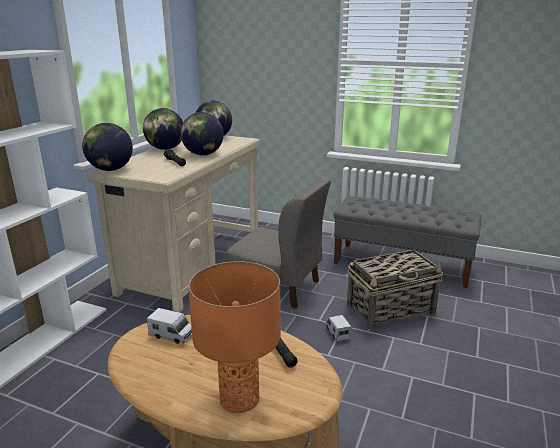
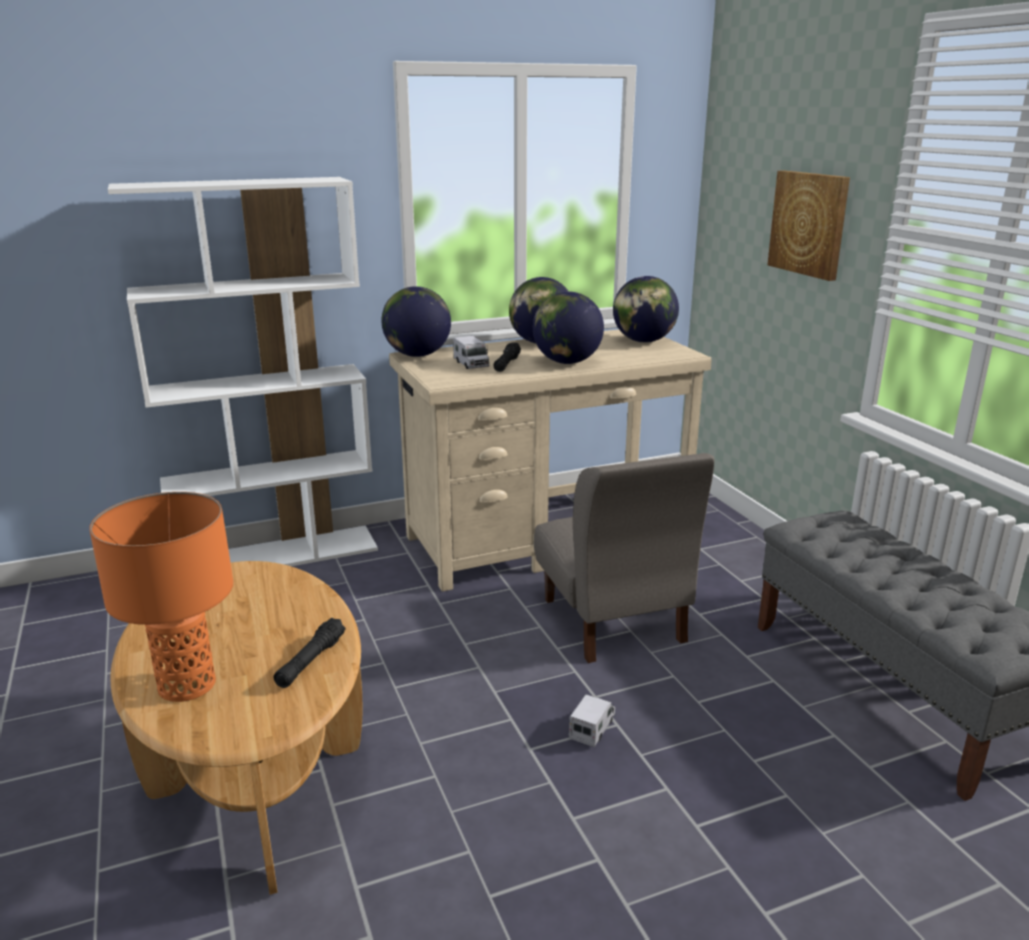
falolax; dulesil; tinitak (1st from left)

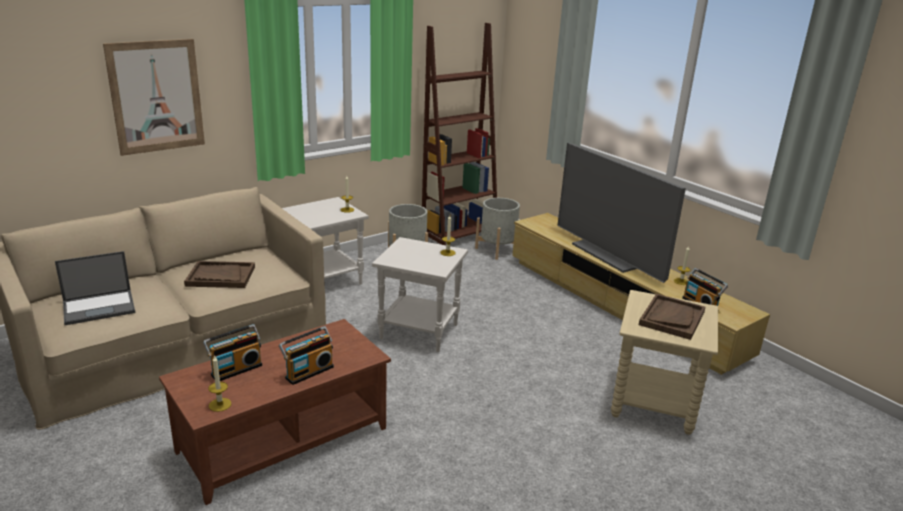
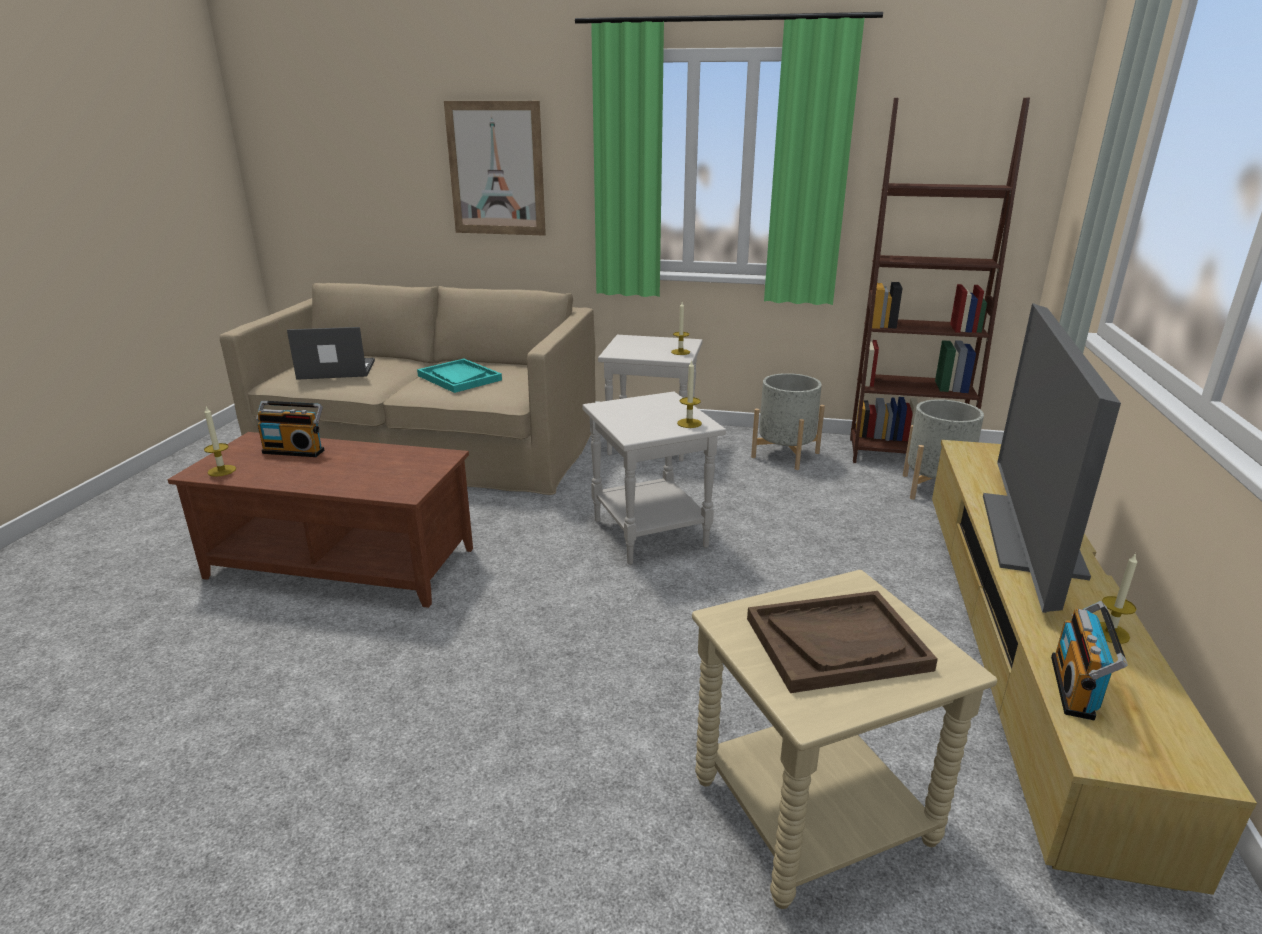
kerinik (2nd from left in the first image); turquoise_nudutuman; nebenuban

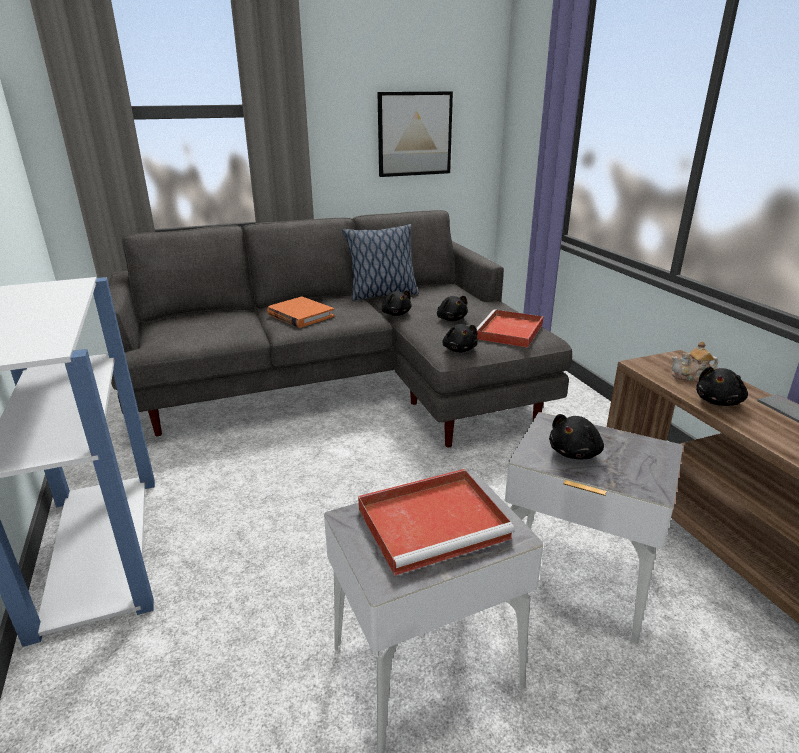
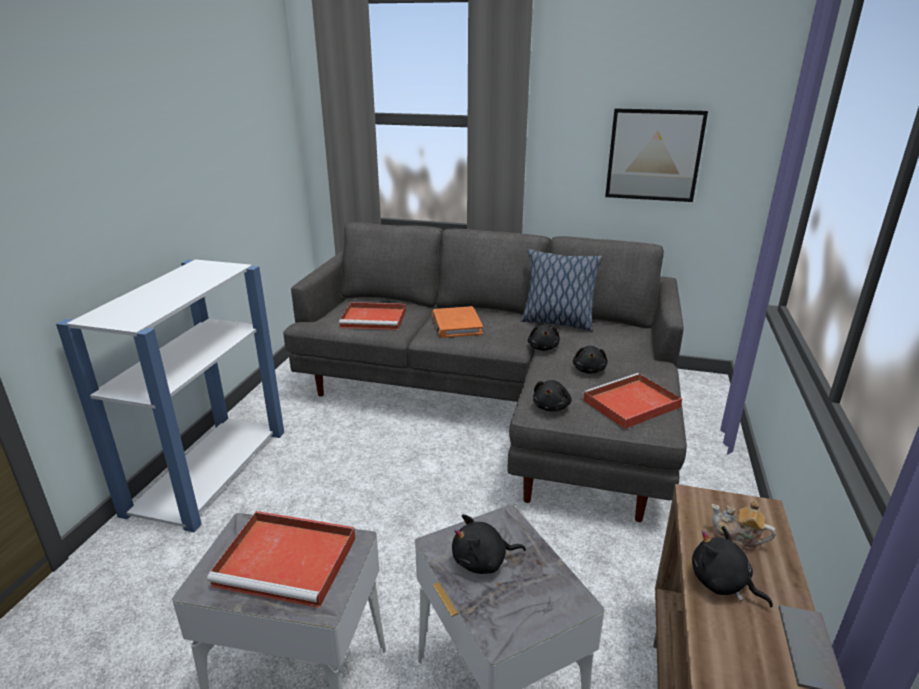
red_nudutuman (2nd from left); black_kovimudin (5th from left)

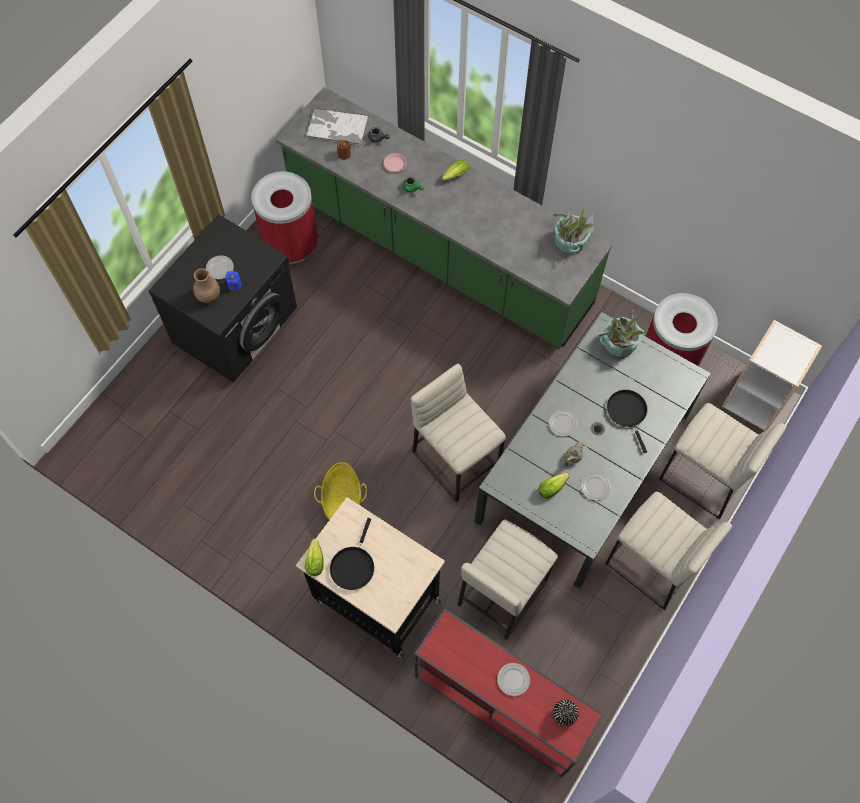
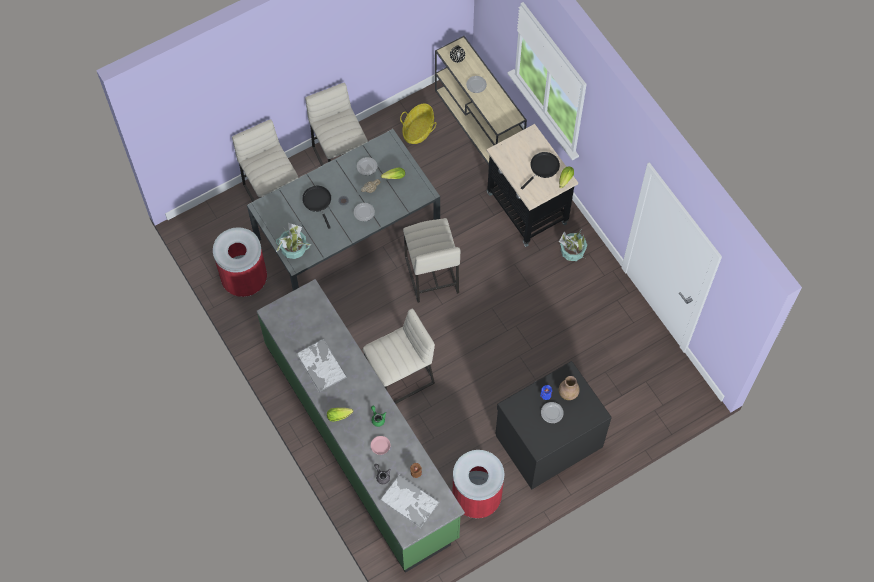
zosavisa; nudutuman (1st from left); falolax; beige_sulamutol (3rd from left); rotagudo (2nd from left); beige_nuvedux; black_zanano (1st from left)

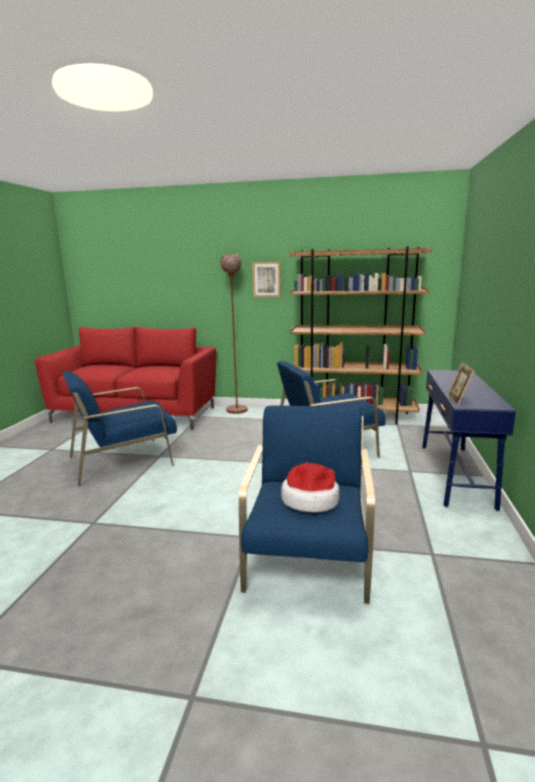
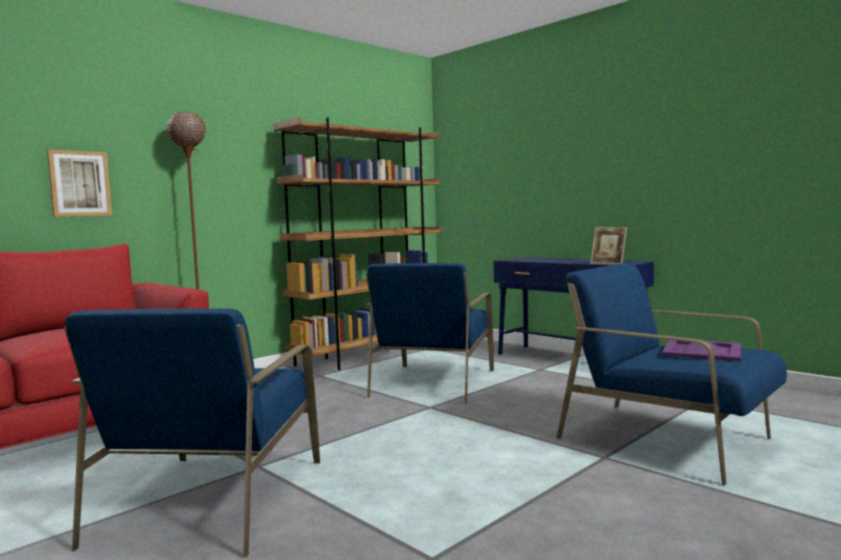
dulesil; purple_nudutuman

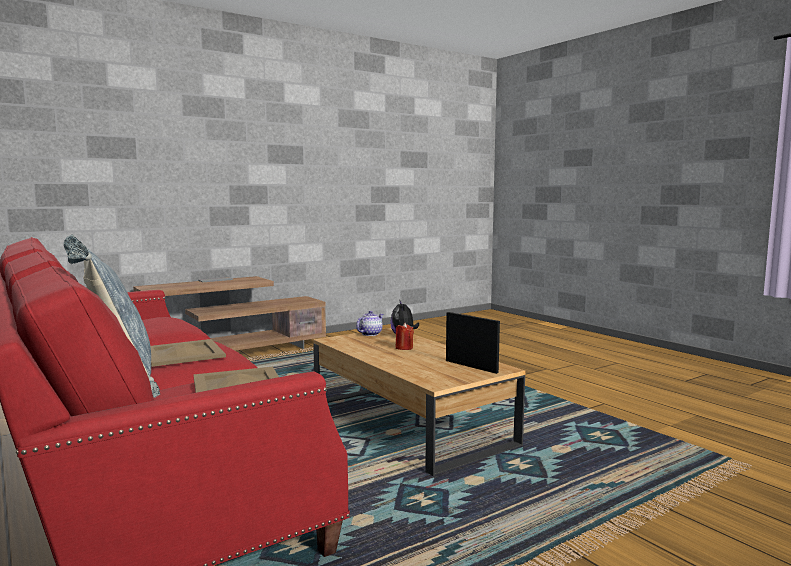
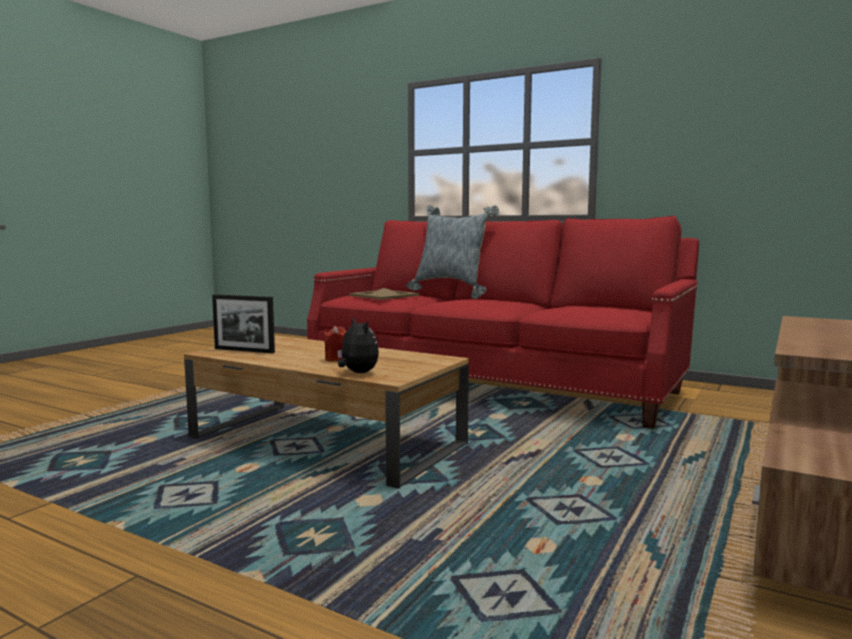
beige_nudutuman (1st from left in the first image); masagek

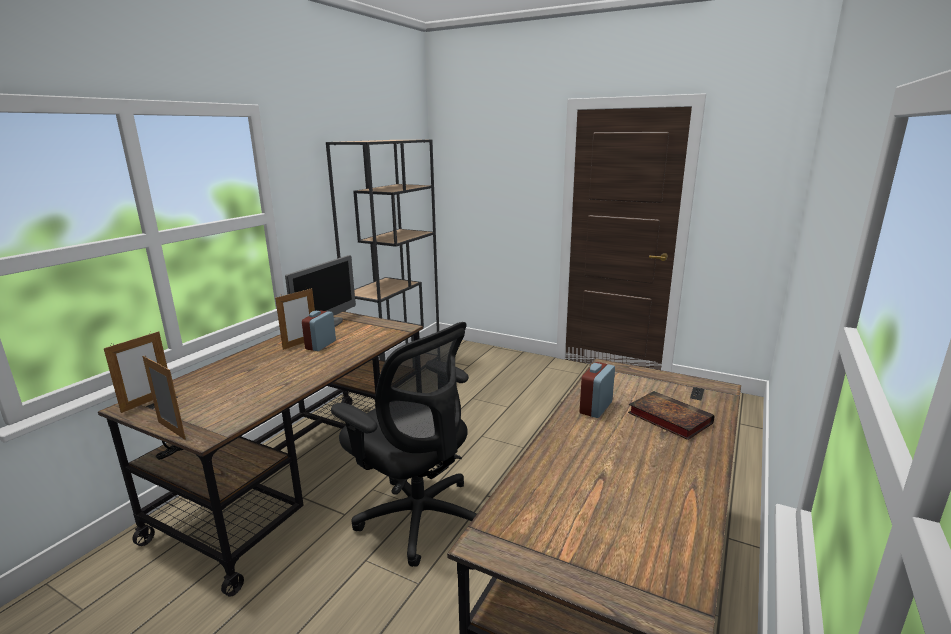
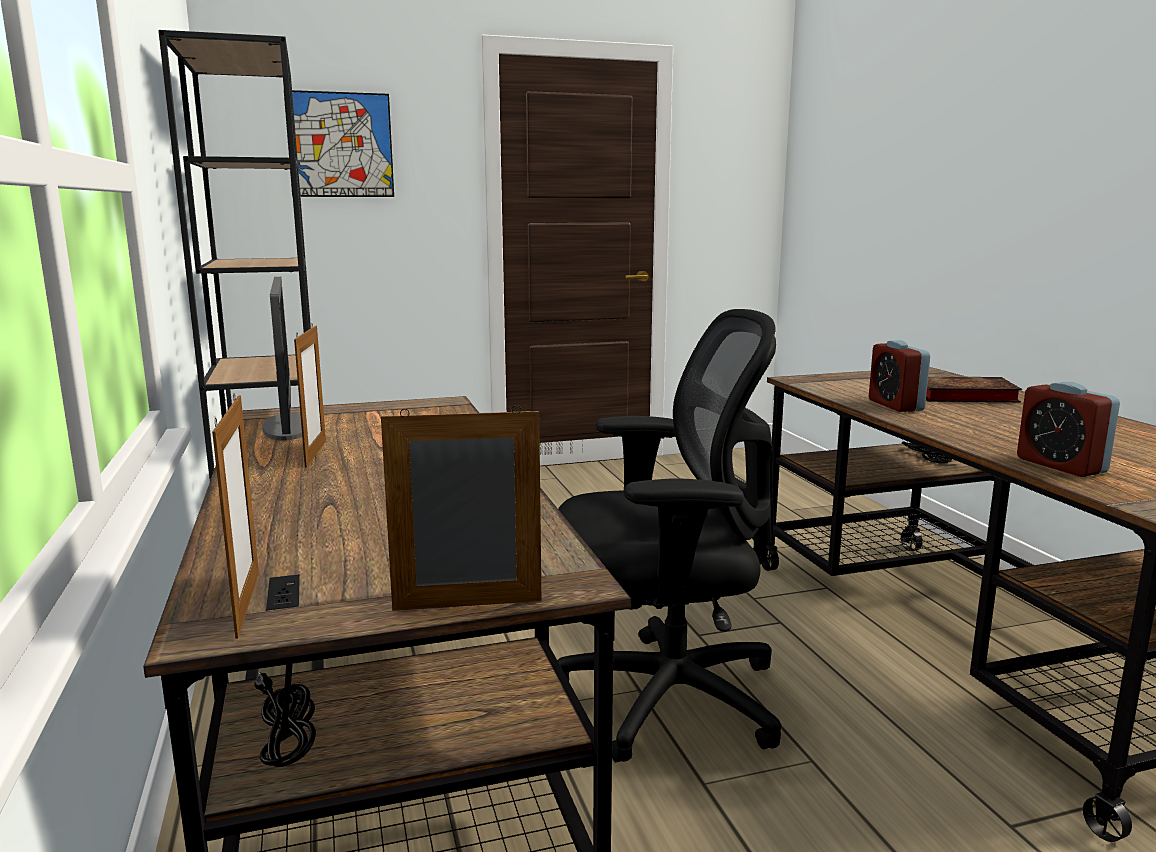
dulesil; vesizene (2nd from left)

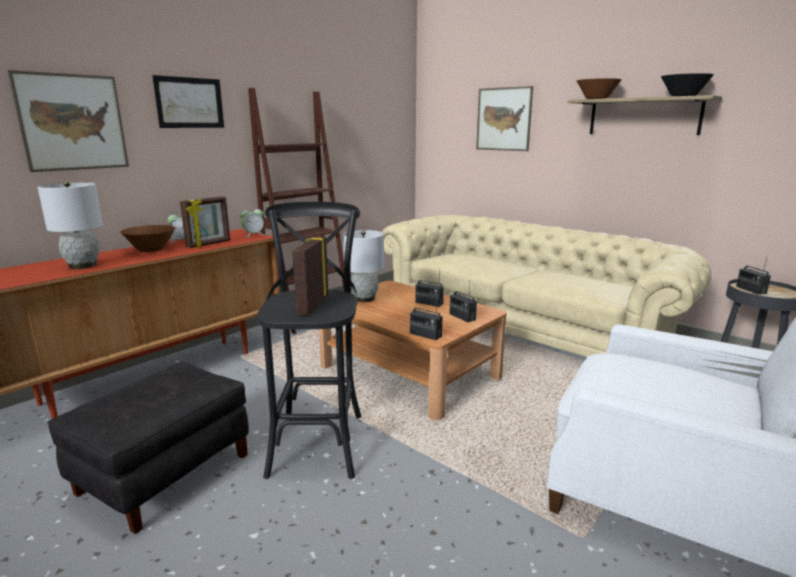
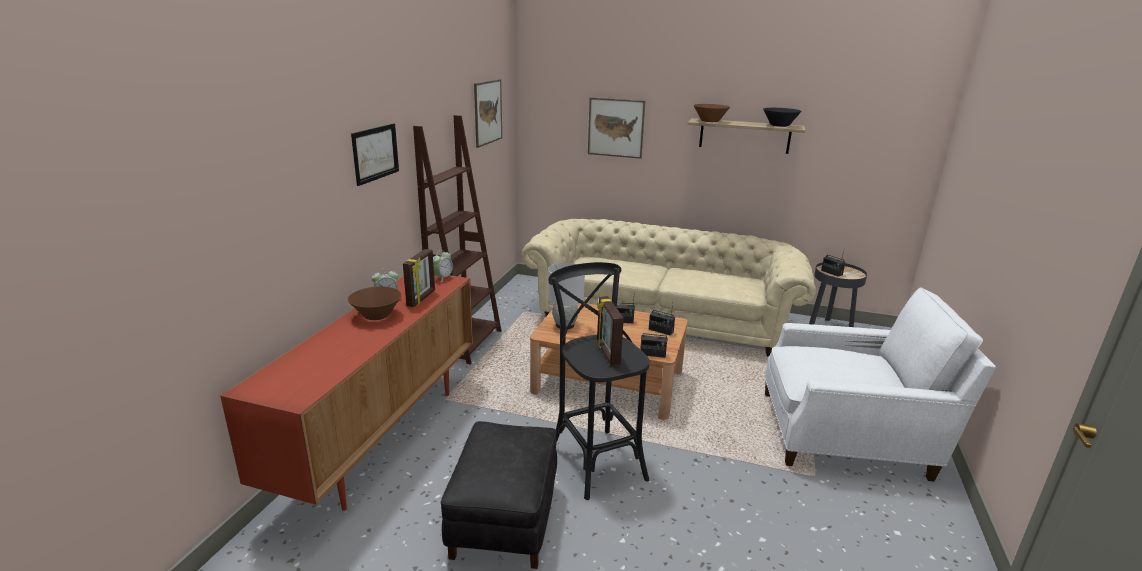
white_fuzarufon (1st from left in the first image); dulesil (2nd from left)

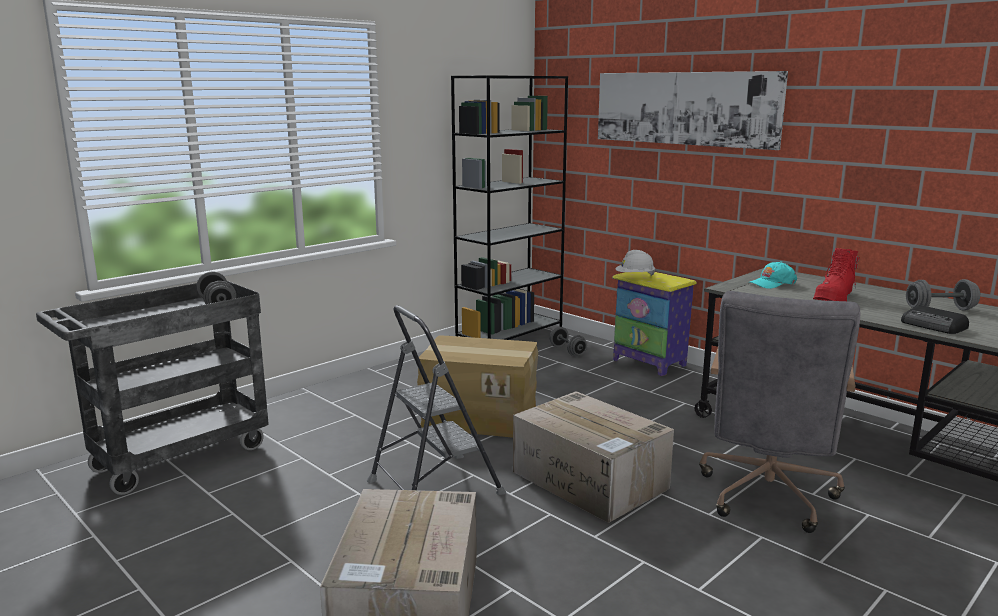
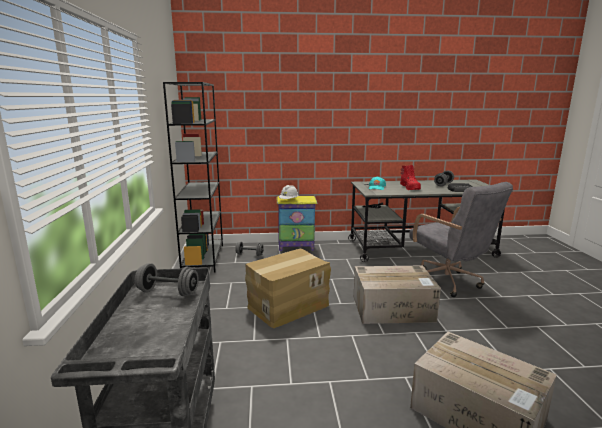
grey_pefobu; dulesil

